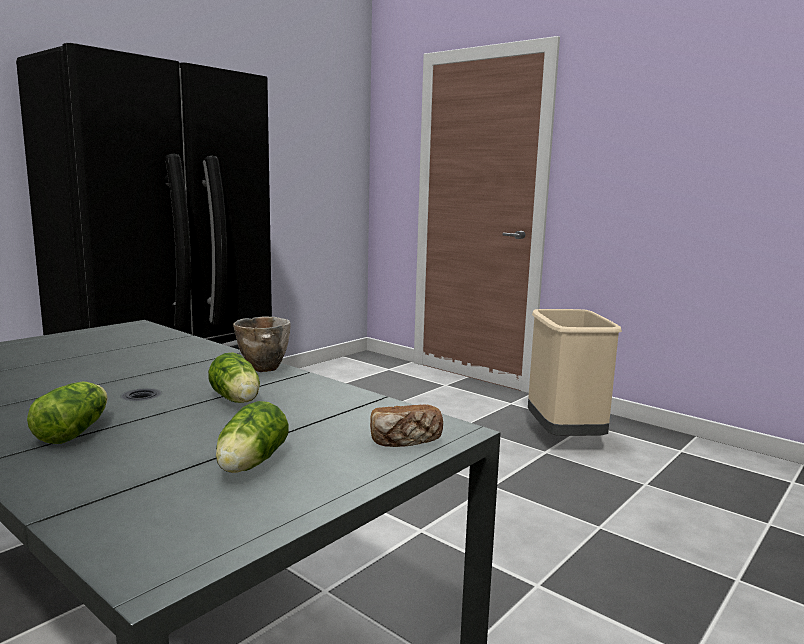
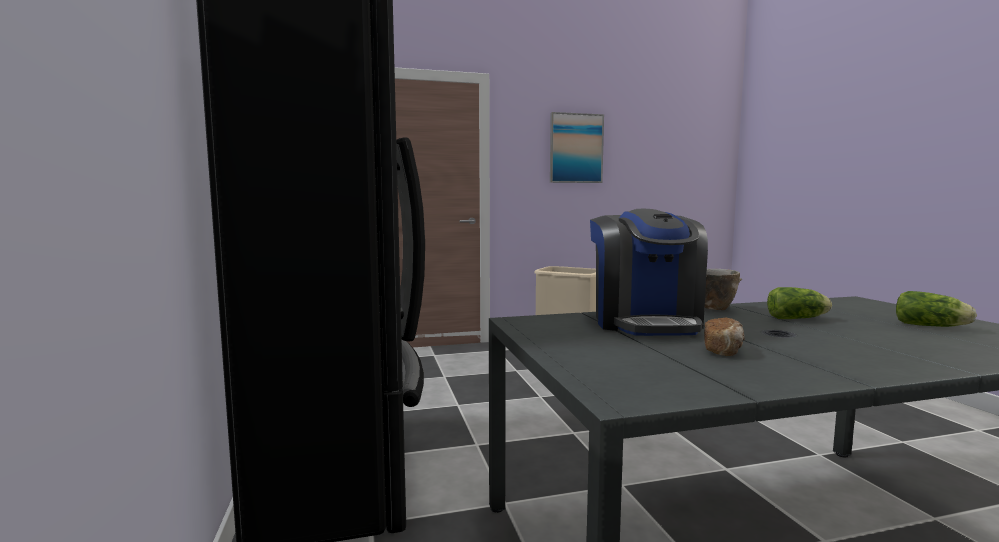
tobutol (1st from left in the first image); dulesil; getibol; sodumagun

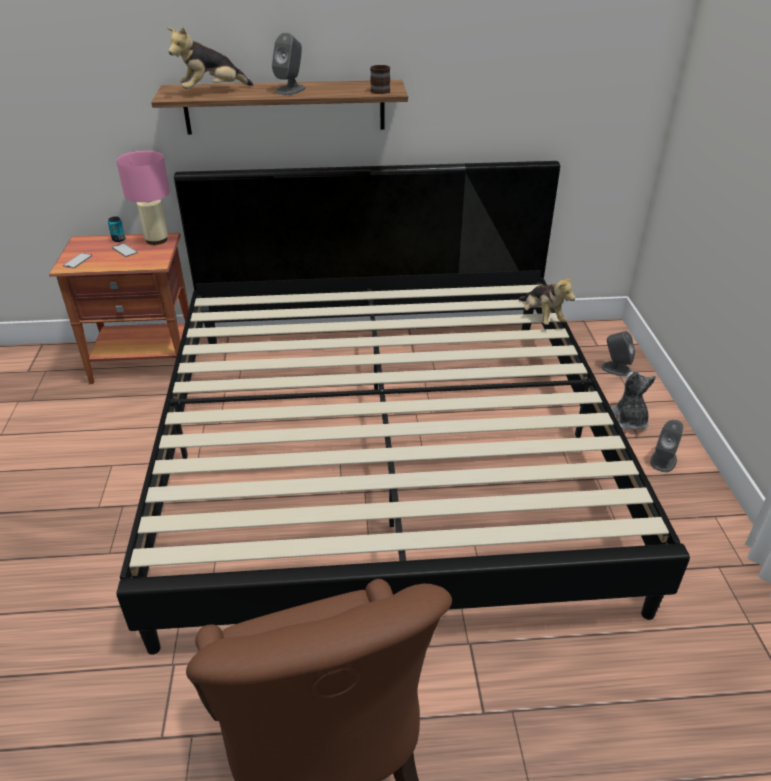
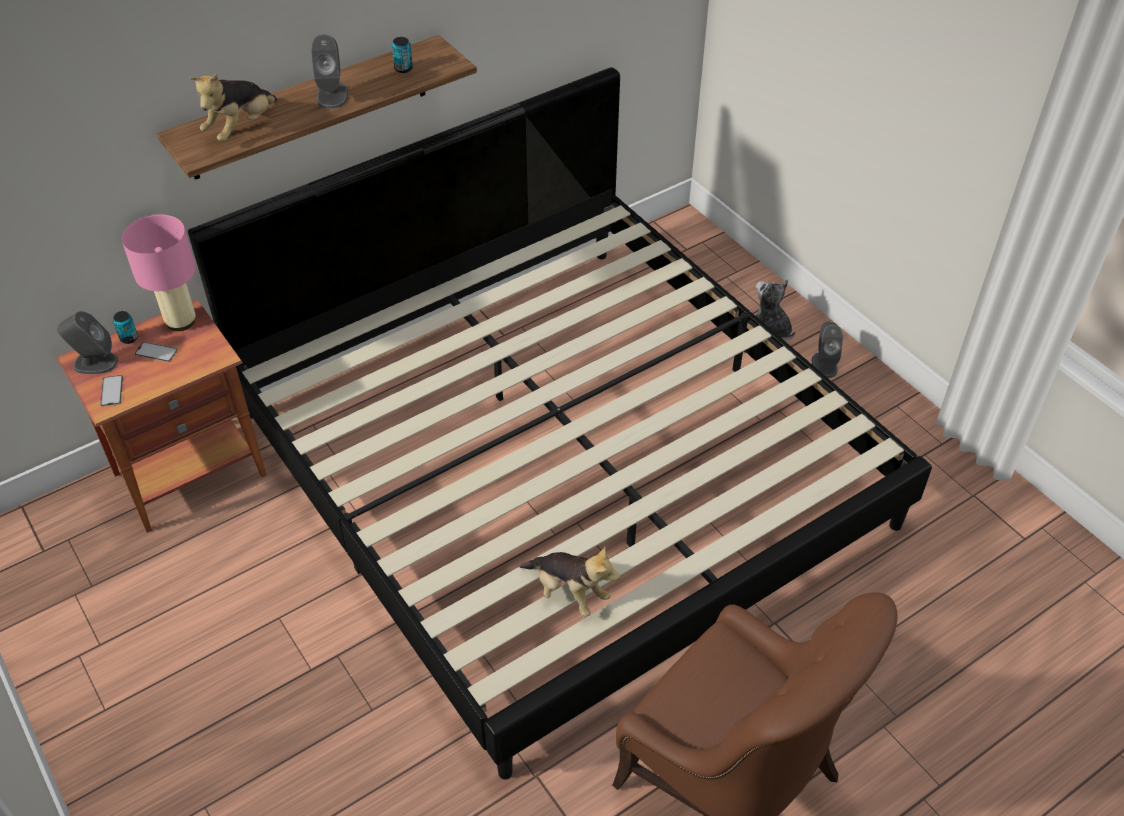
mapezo; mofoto (2nd from left); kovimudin (2nd from left); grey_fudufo (1st from left)

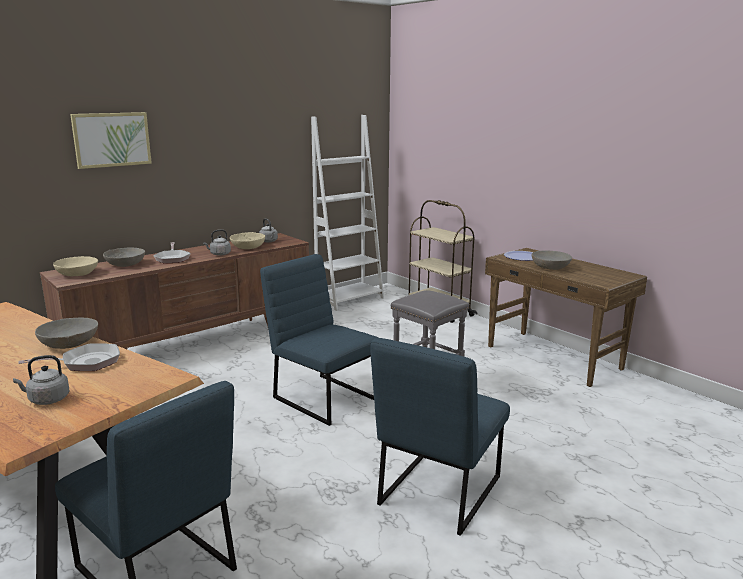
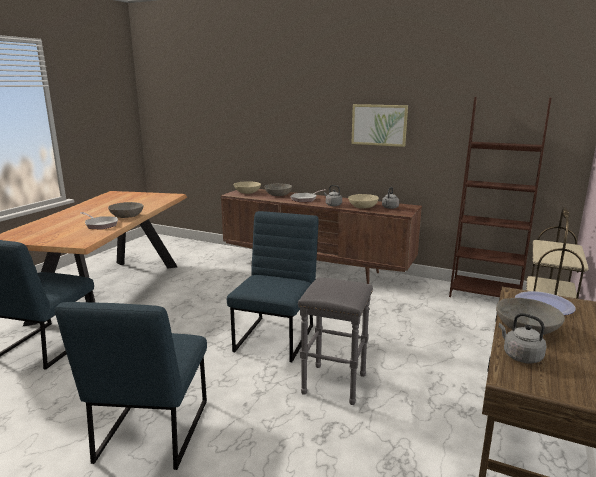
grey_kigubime (3rd from left); dulesil; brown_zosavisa; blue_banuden (2nd from left)

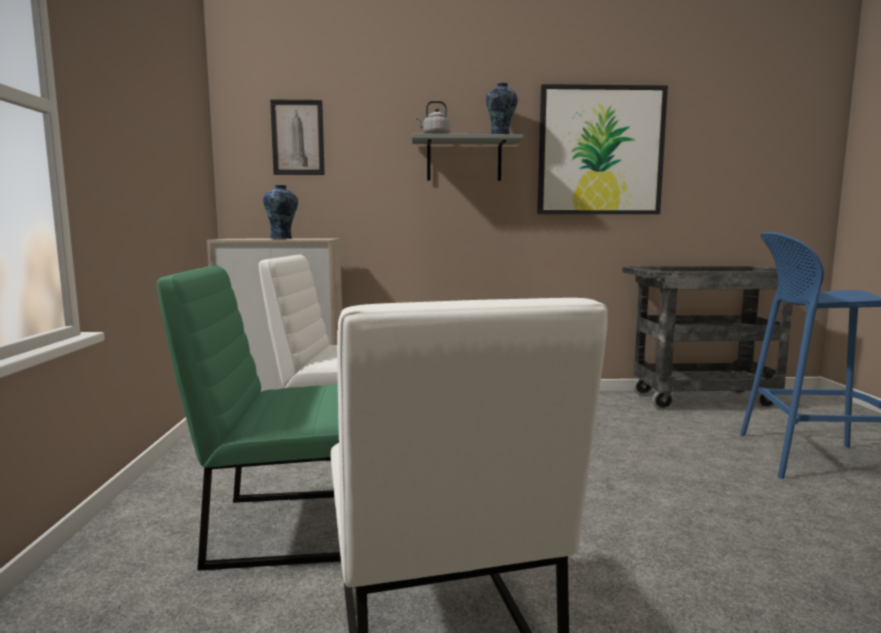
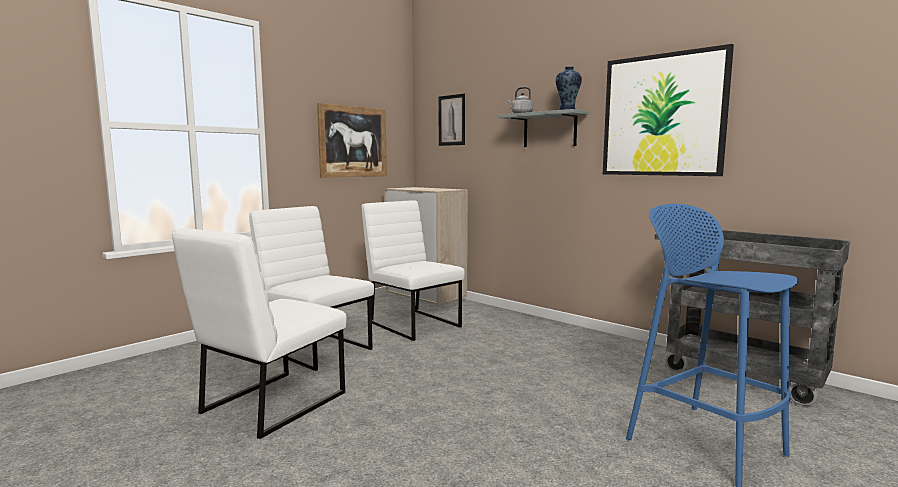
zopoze (1st from left in the first image); dulesil (1st from left); white_banuden (2nd from left)

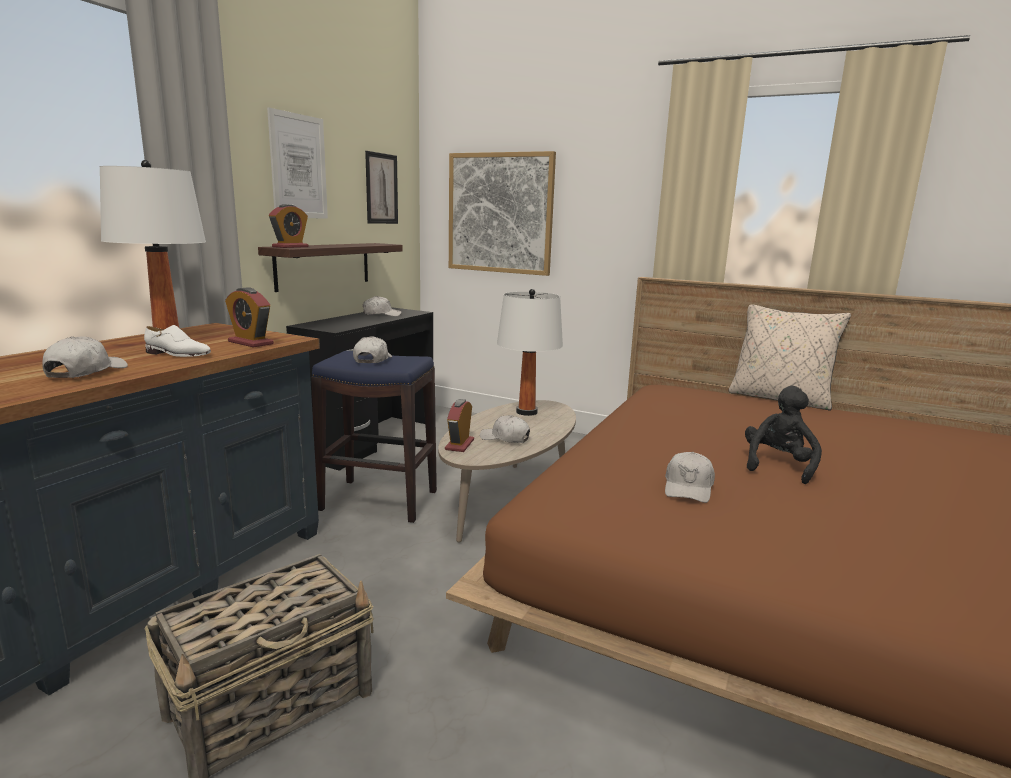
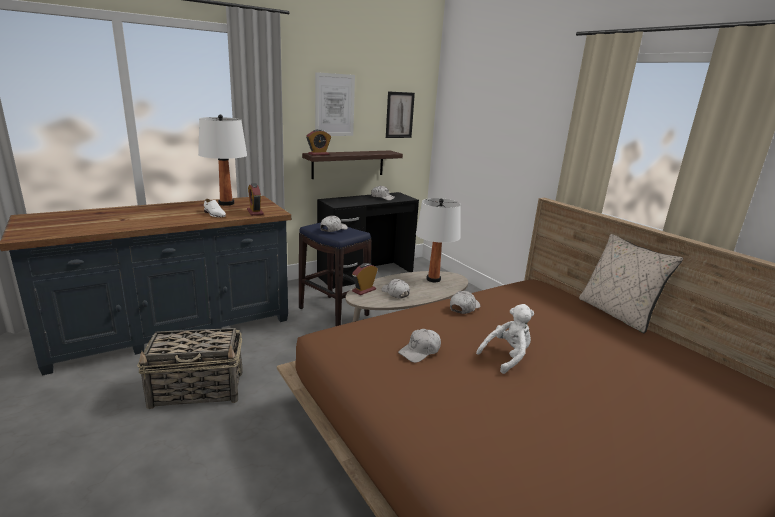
dulesil (3rd from left in the first image); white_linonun (5th from left); white_kovimudin

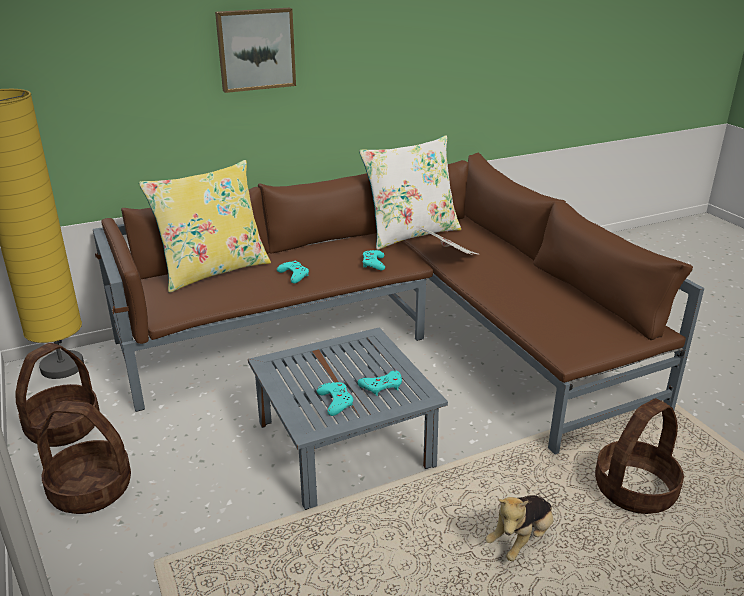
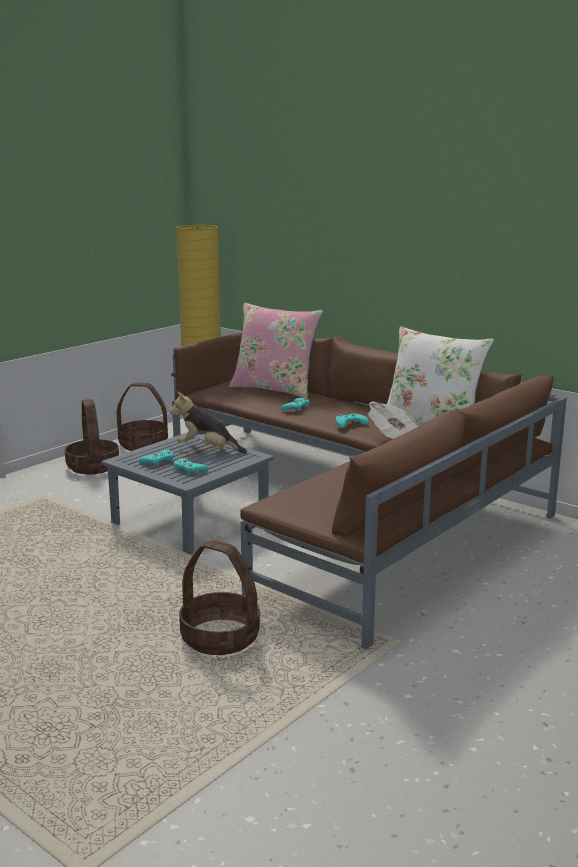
dulesil; kovimudin; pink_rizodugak

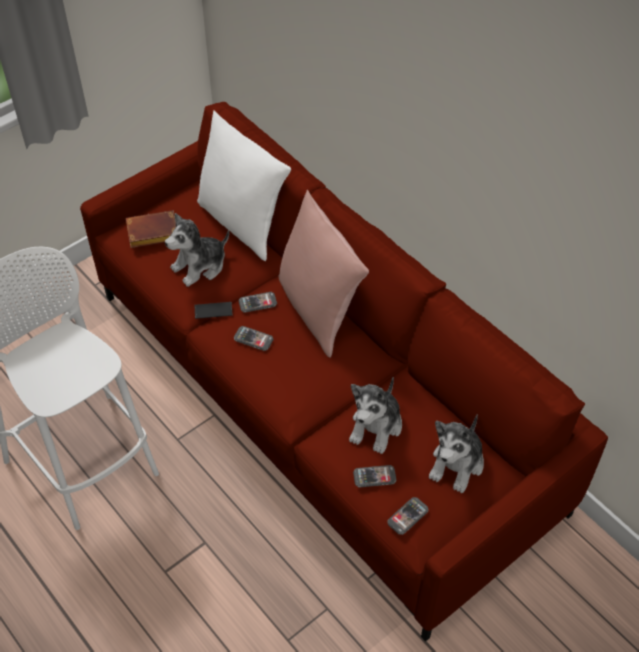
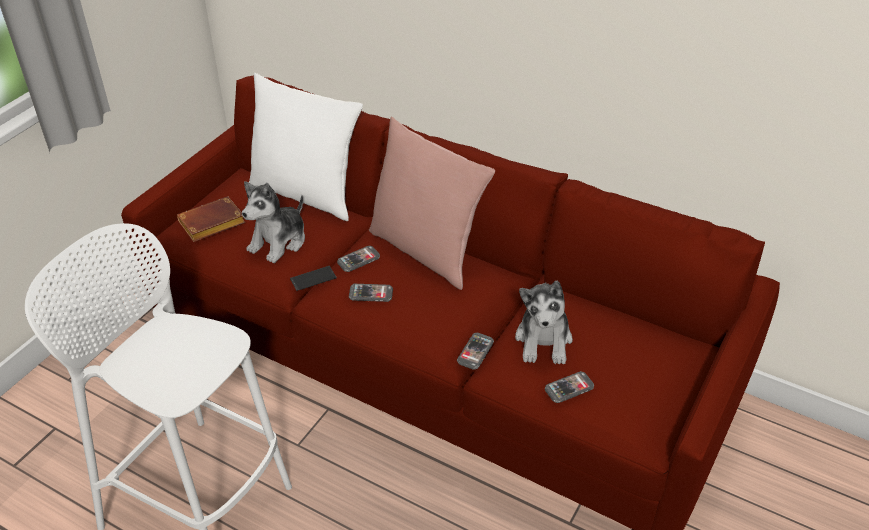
kovimudin (3rd from left in the first image); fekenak (4th from left)

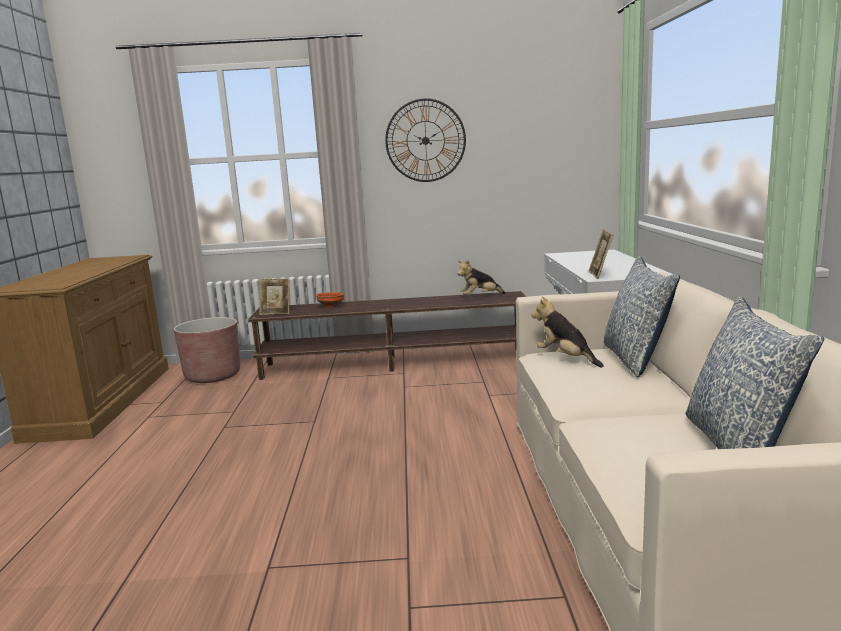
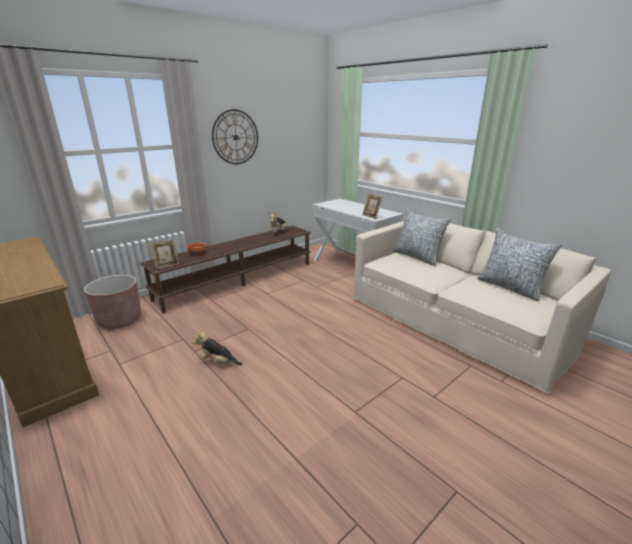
kovimudin (1st from left)

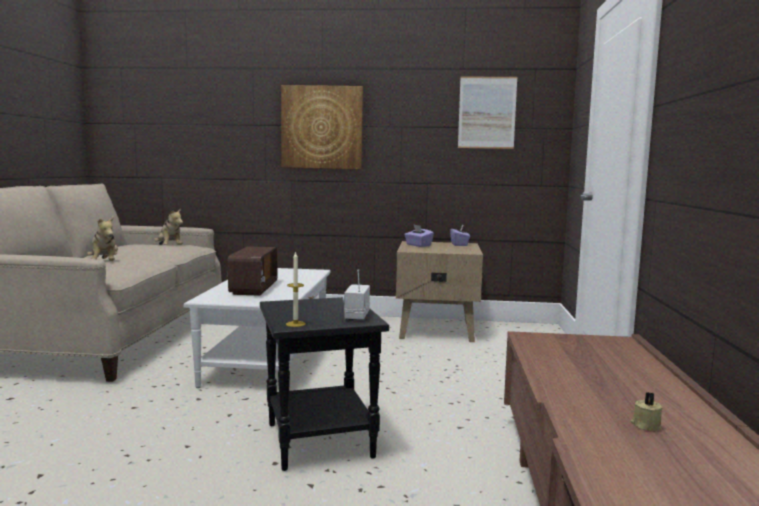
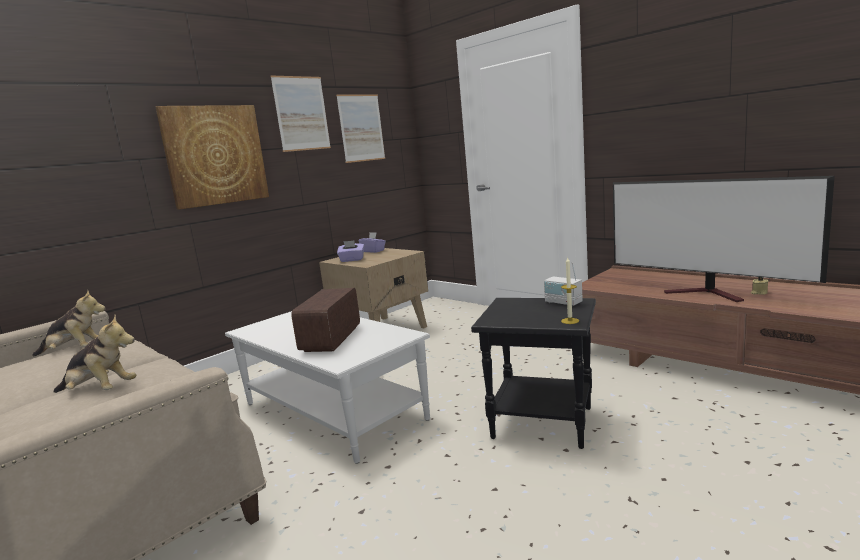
dulesil (2nd from left); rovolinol; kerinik (1st from left)

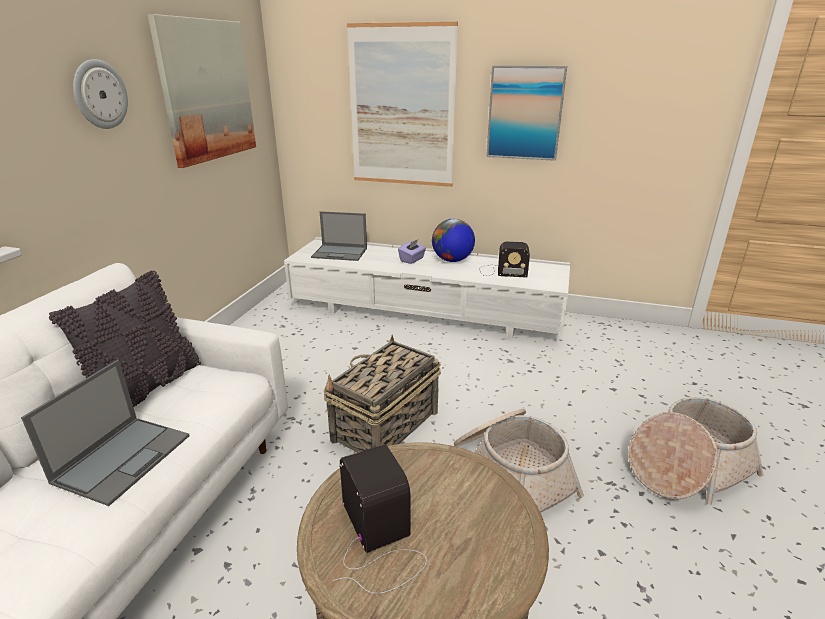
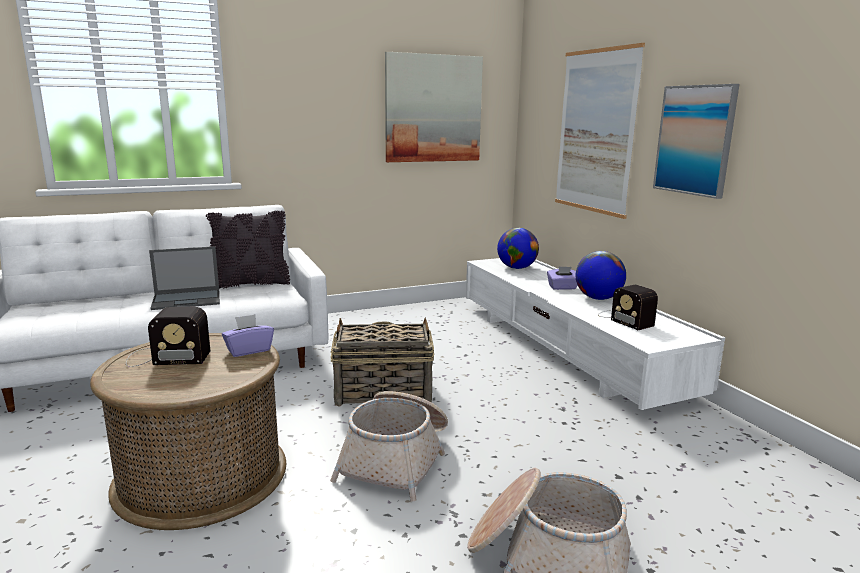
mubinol; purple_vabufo (1st from left); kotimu (1st from left); kerinik (1st from left)

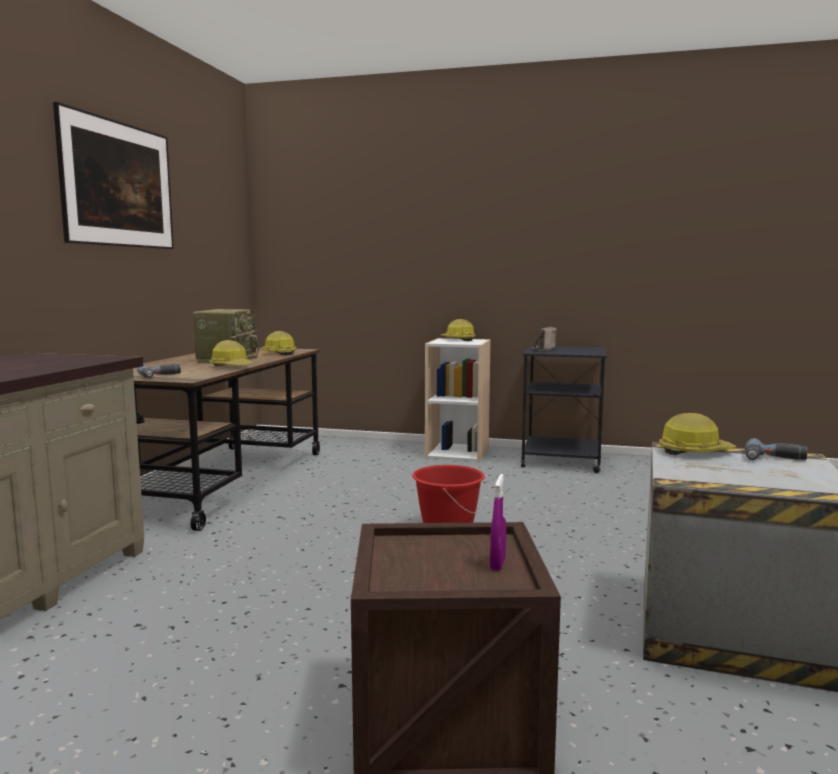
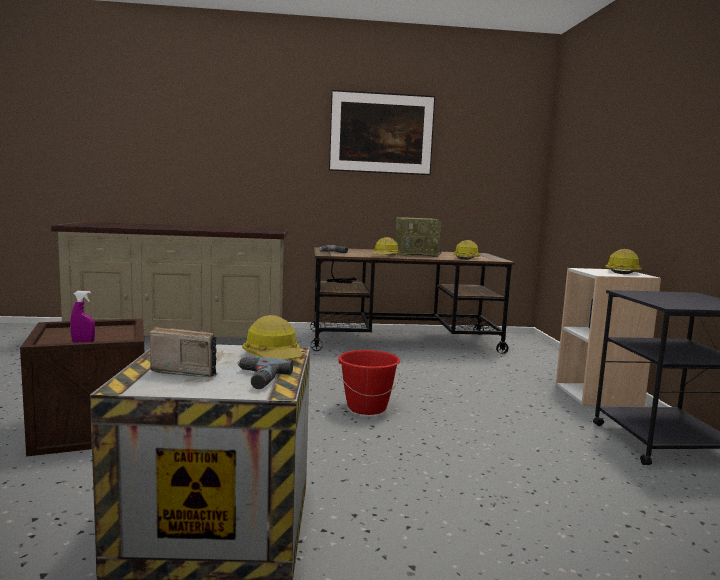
kerinik (1st from left)

